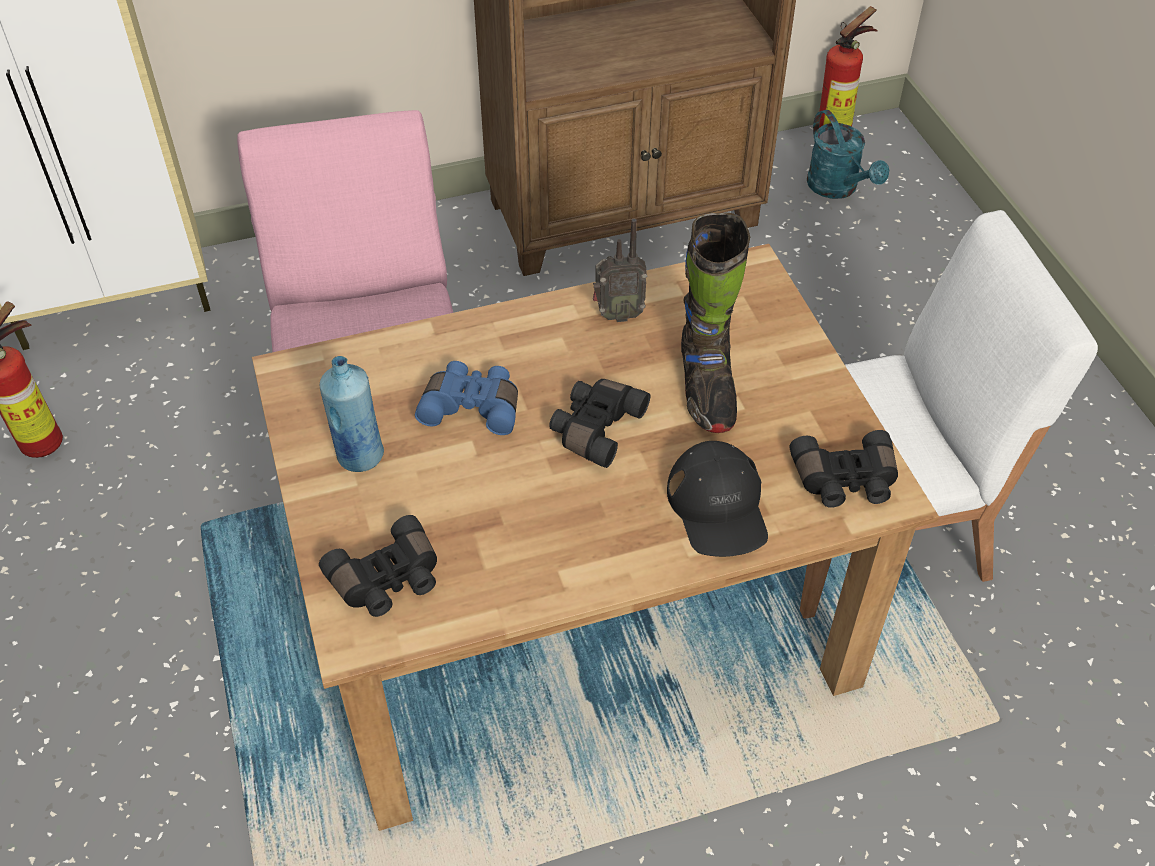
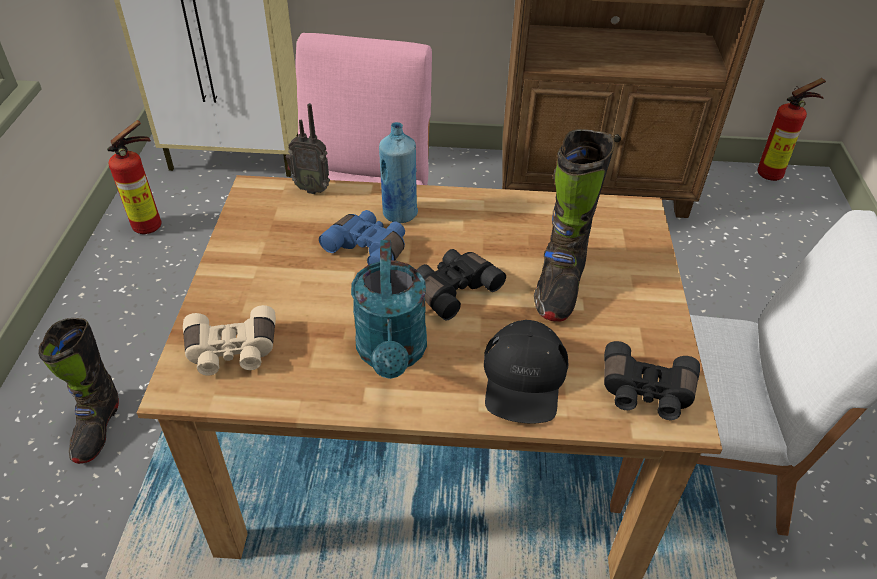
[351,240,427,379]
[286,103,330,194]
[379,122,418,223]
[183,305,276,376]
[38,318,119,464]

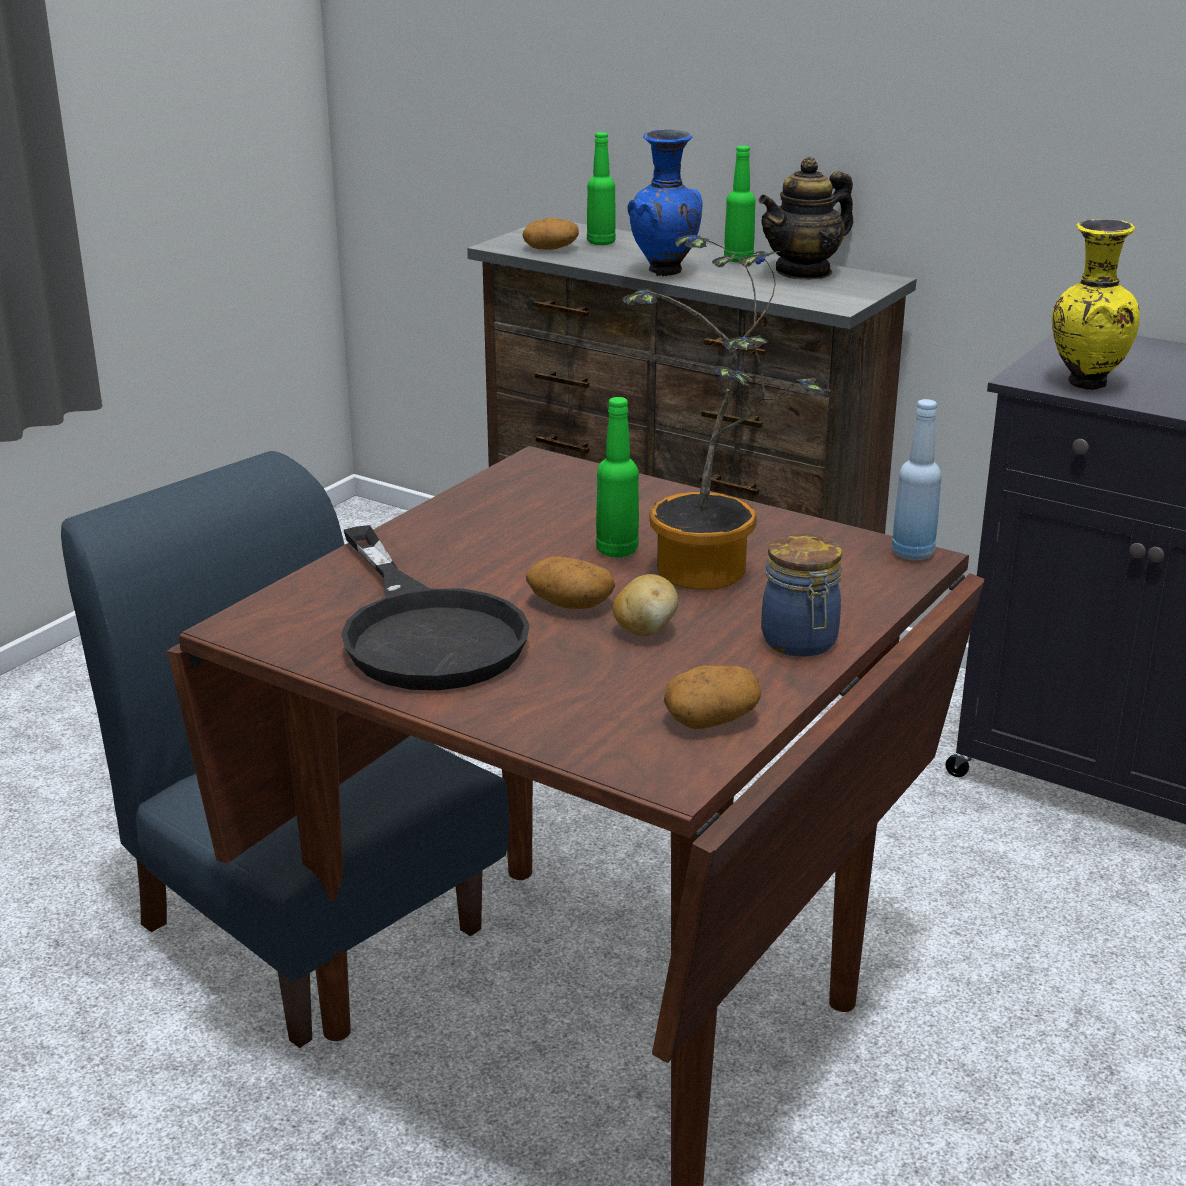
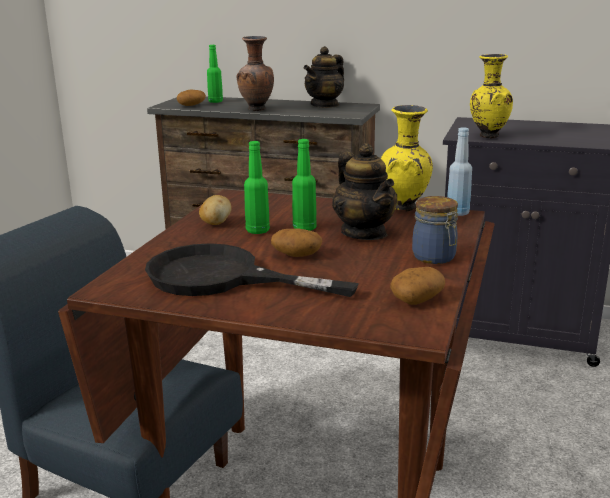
[237,36,274,111]
[244,141,270,234]
[332,143,397,240]
[145,243,359,297]
[199,195,232,225]
[381,105,433,212]

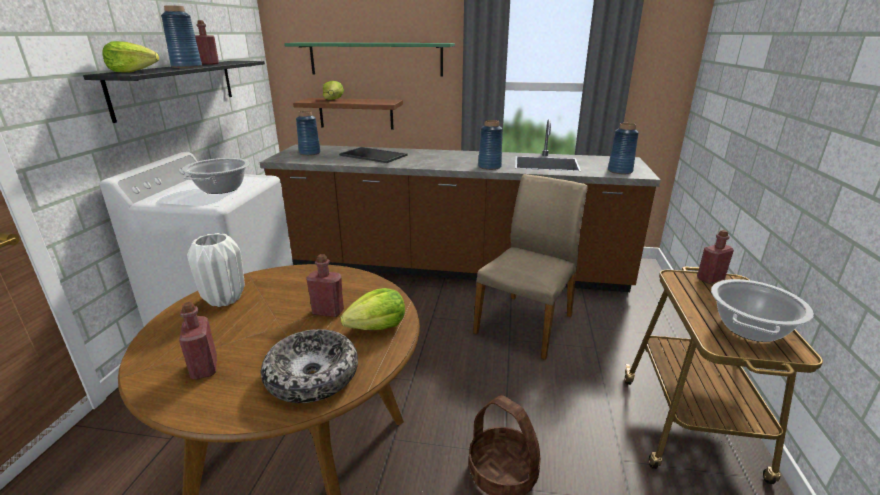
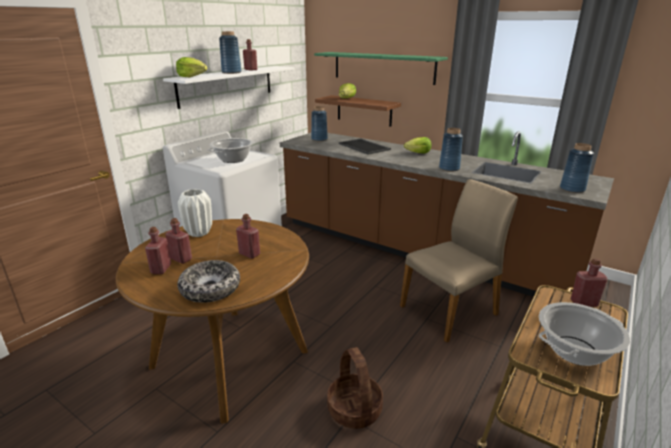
[163,66,295,109]
[404,137,431,154]
[165,218,192,264]

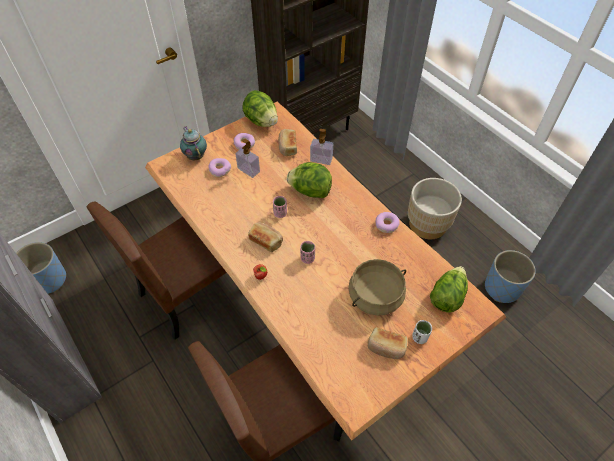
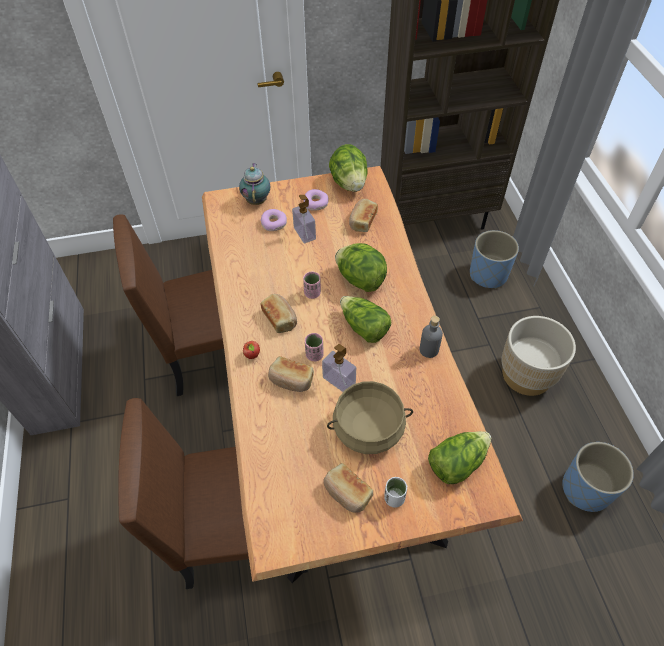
[322,344,356,392]
[419,316,443,358]
[470,230,519,289]
[340,296,391,343]
[268,356,314,392]

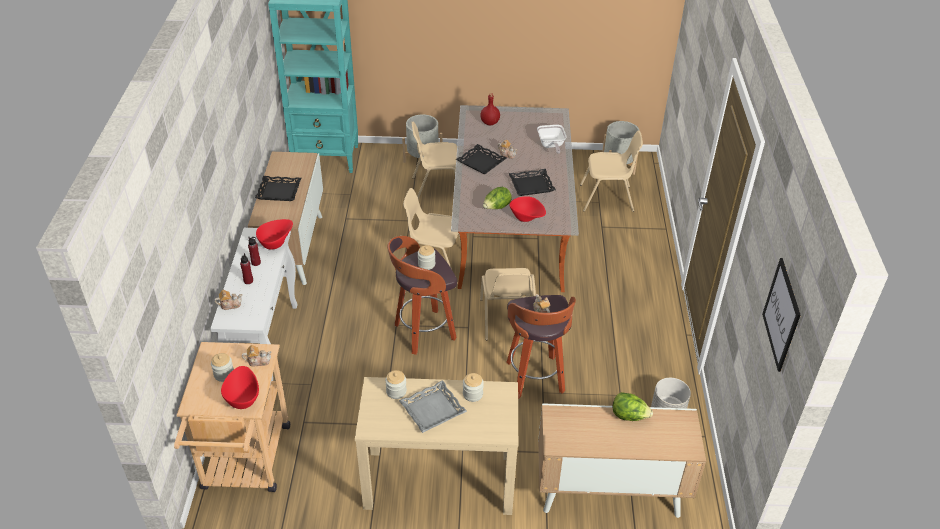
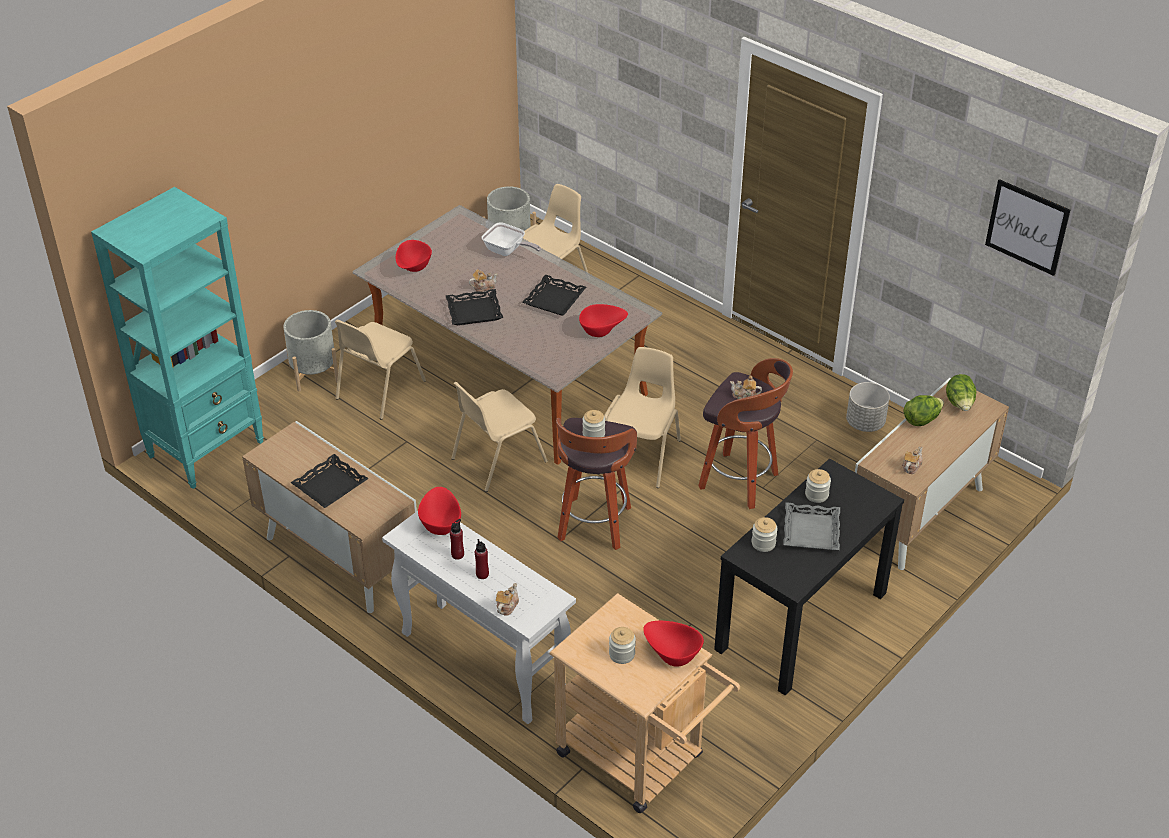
[396,240,432,272]
[946,374,976,411]
[604,347,681,488]
[902,446,923,474]
[714,458,904,695]

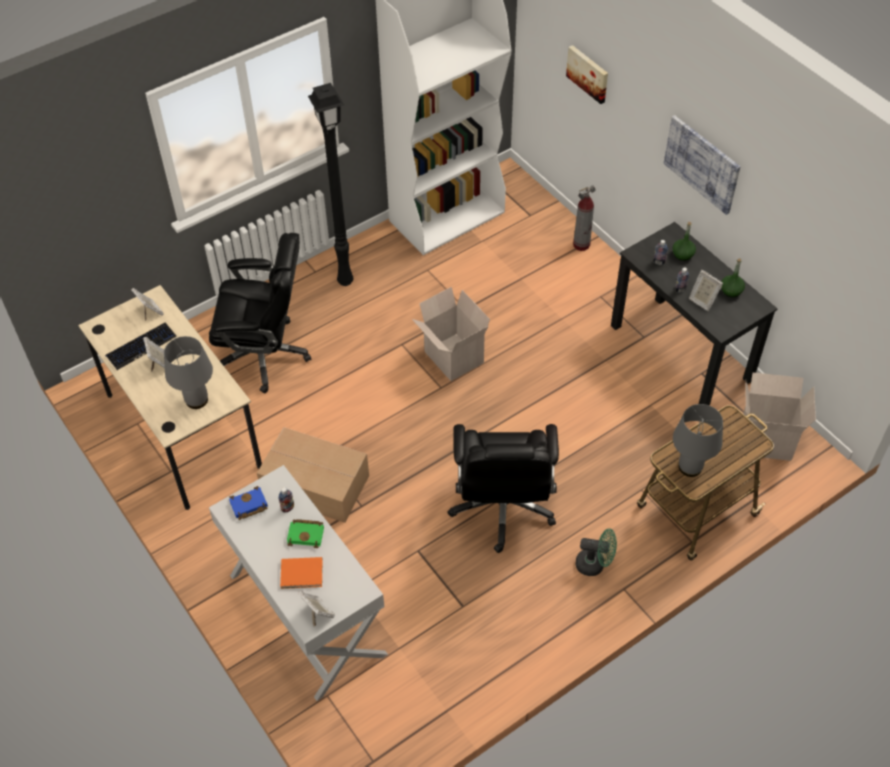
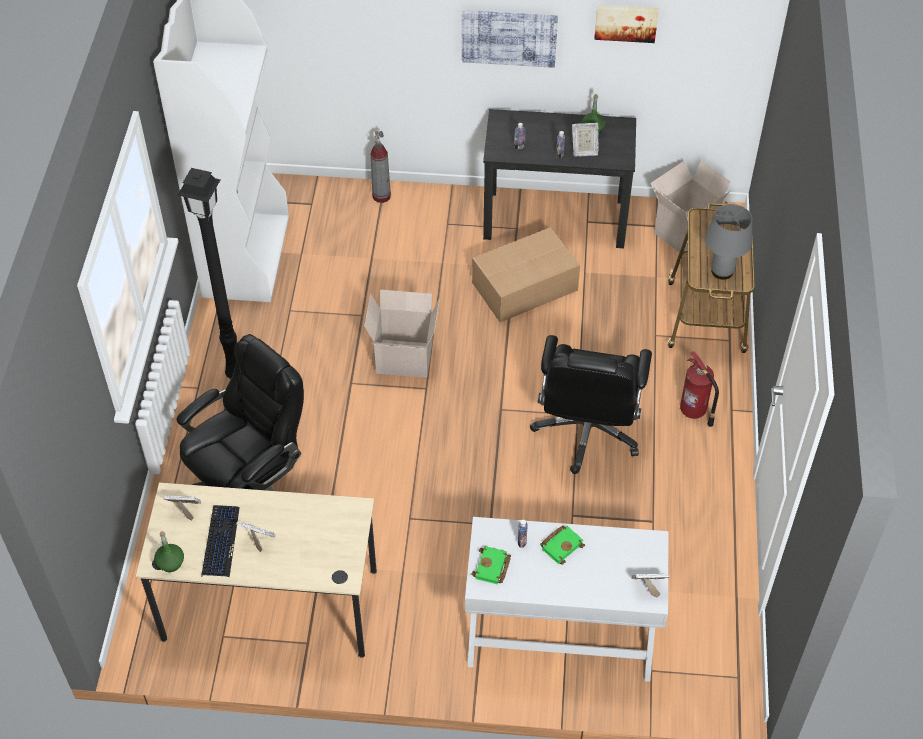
[594,5,659,43]
[154,531,184,572]
[164,336,213,409] (first image)
[530,335,652,474]
[472,227,580,322]
[471,546,511,584]
[680,351,719,427]
[280,557,323,589] (first image)

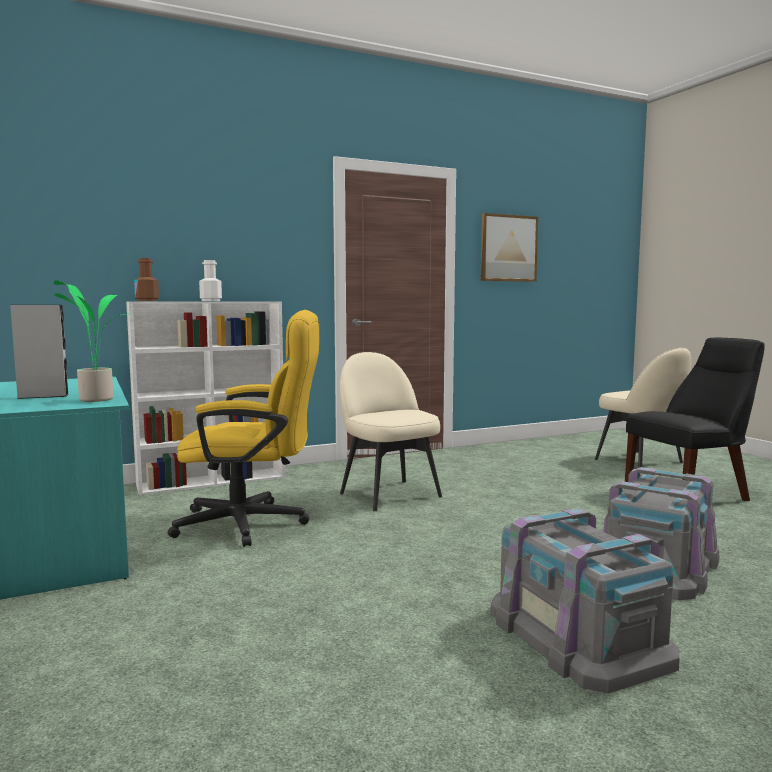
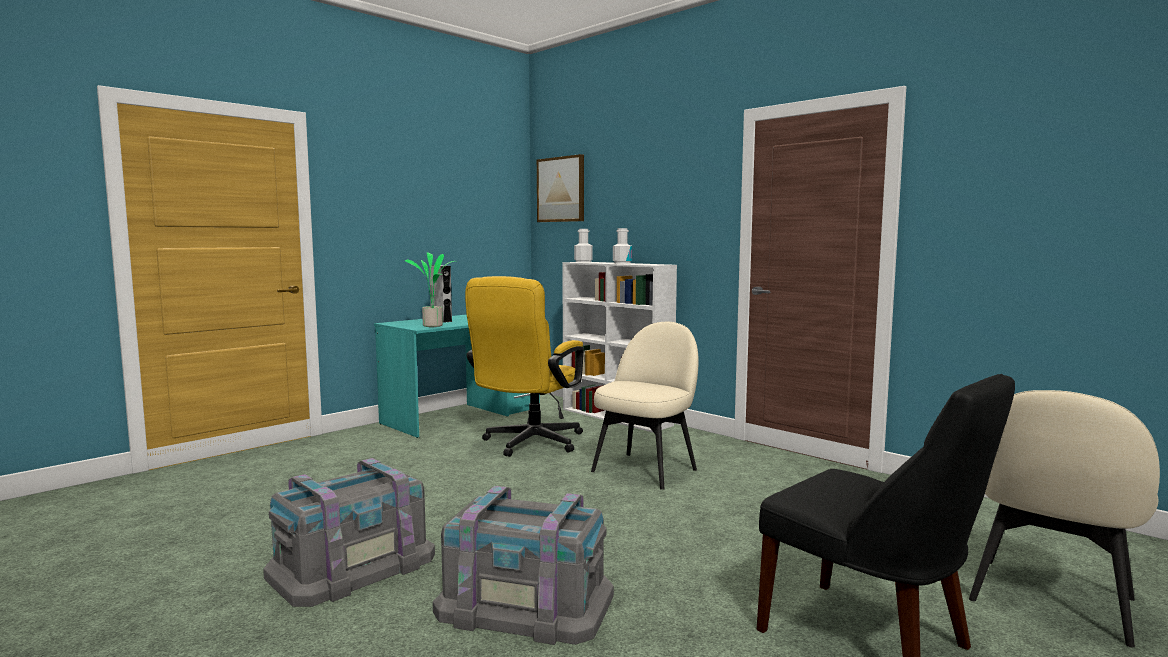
[537,154,584,222]
[574,229,593,262]
[465,276,584,457]

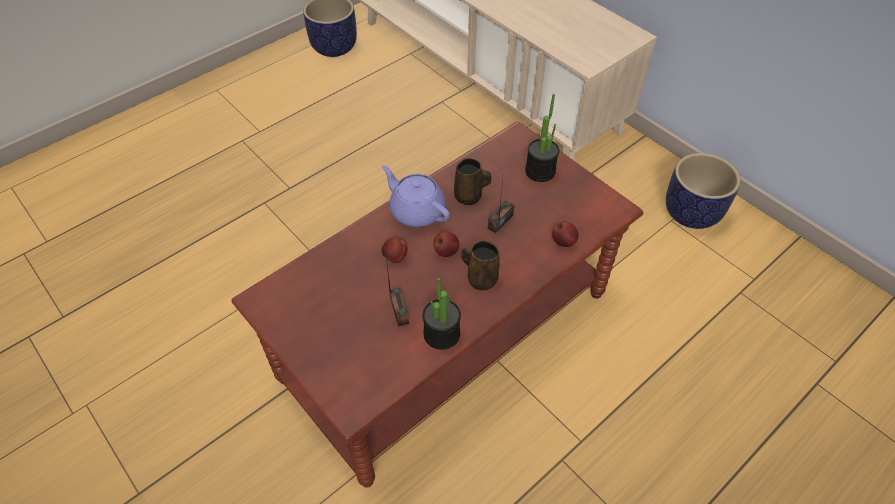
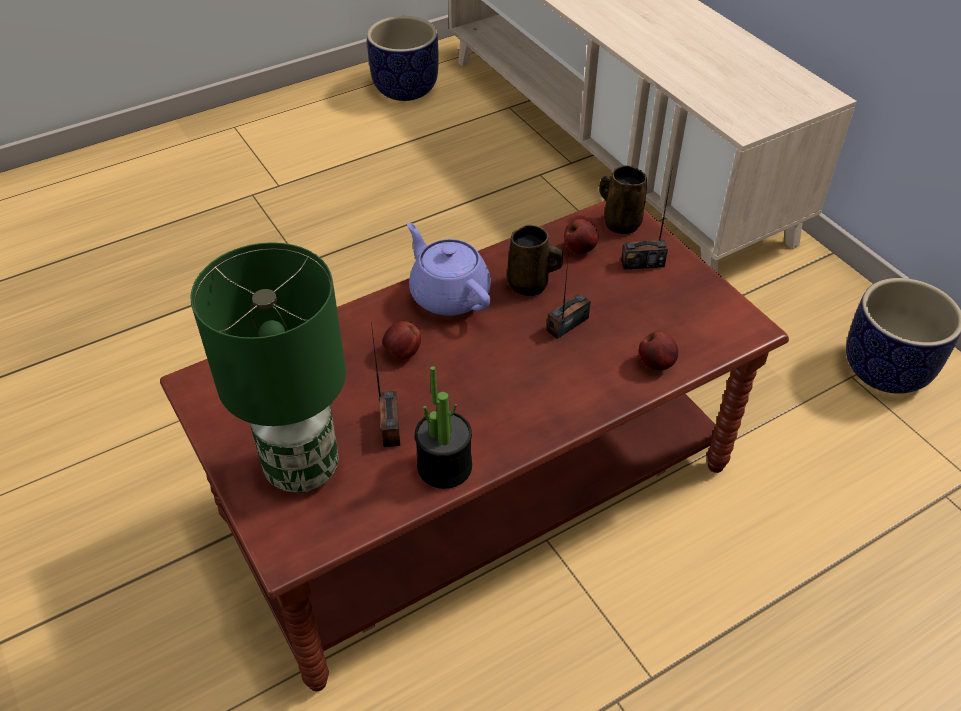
[621,167,673,270]
[564,219,599,254]
[599,165,647,234]
[190,242,346,493]

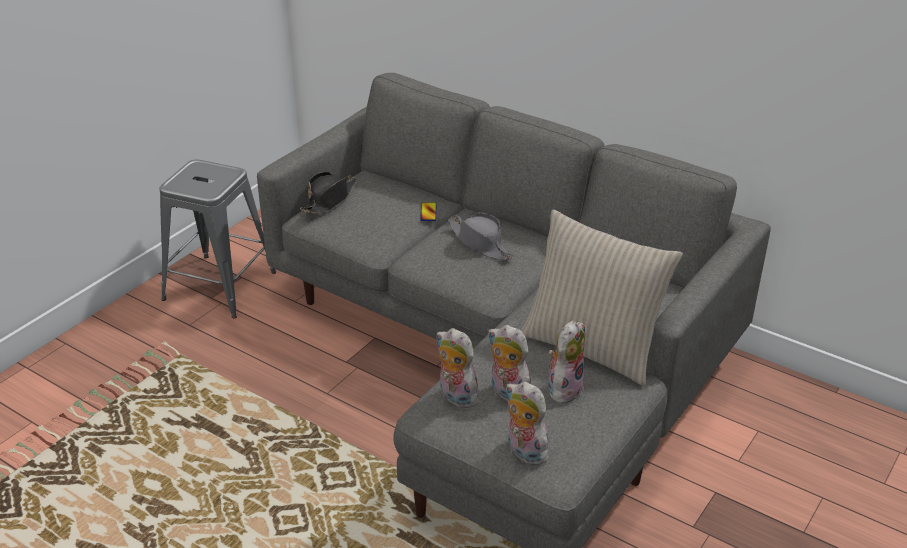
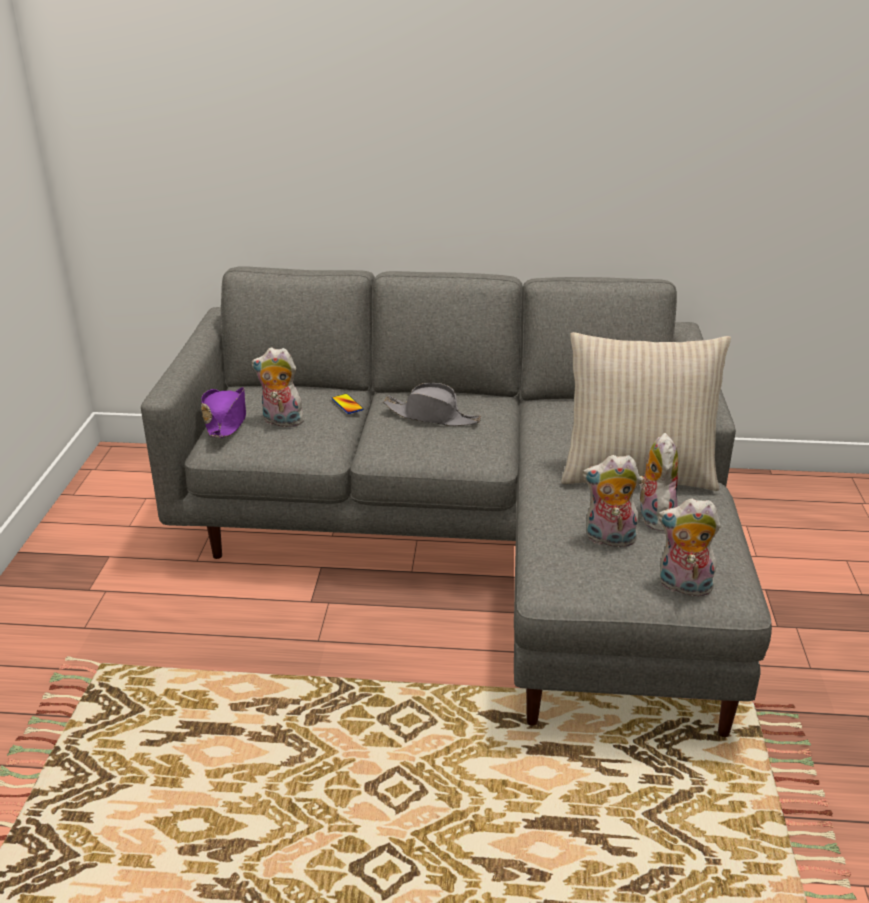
[159,160,276,318] (first image)
[201,387,246,438]
[252,347,304,427]

